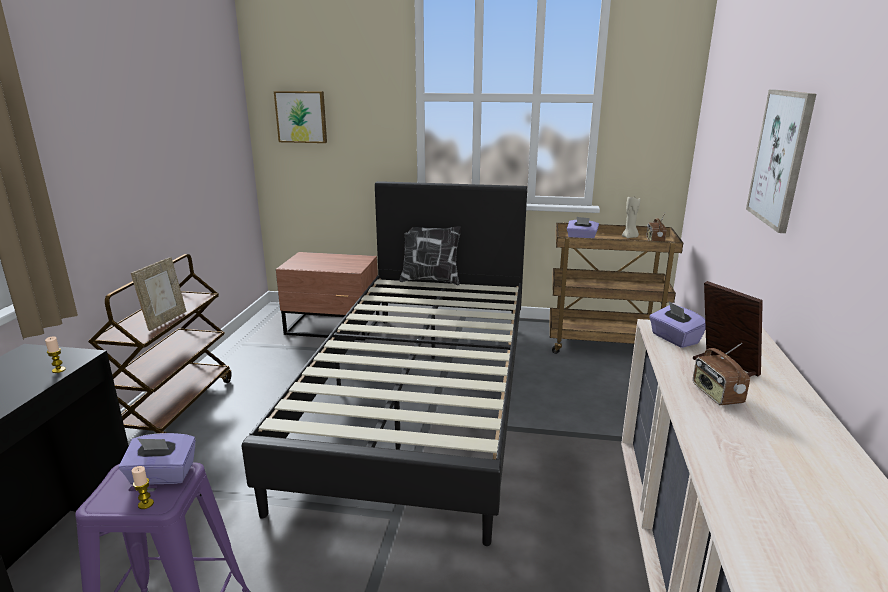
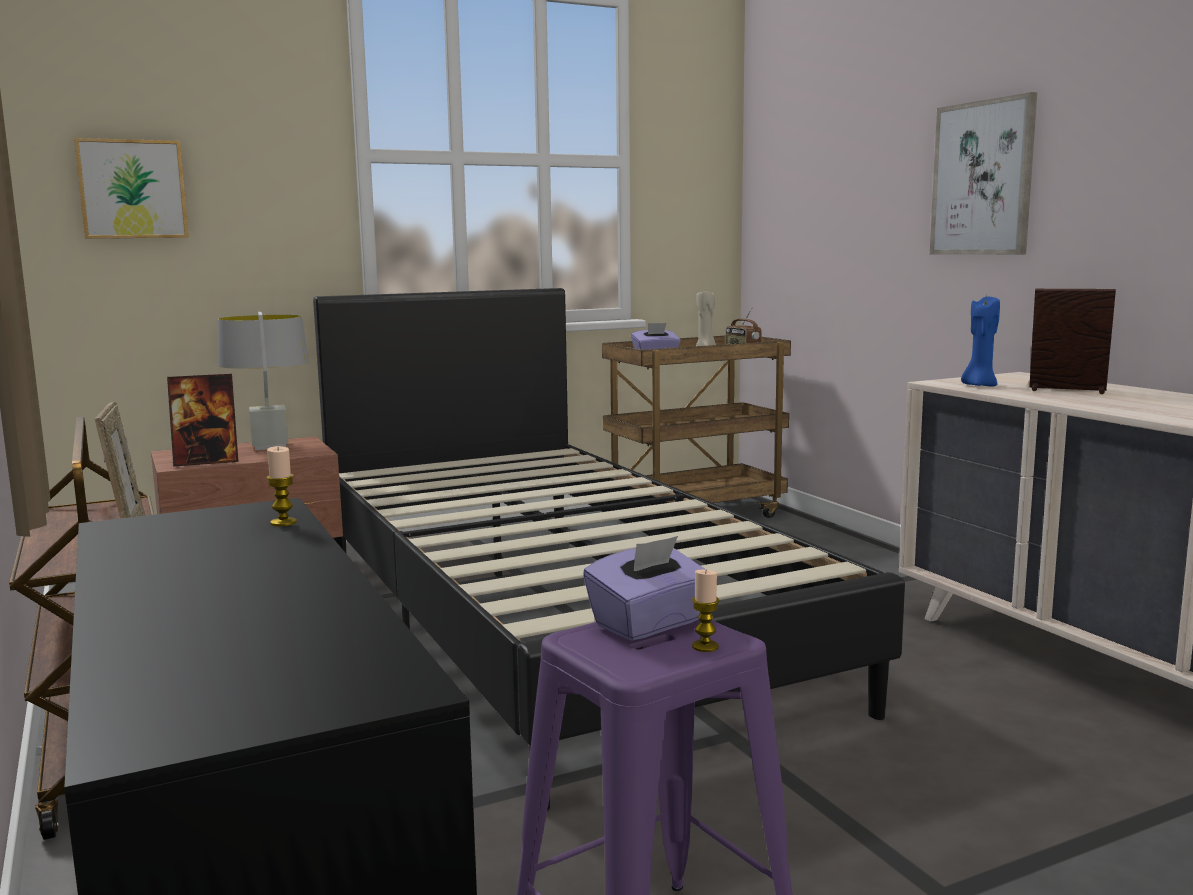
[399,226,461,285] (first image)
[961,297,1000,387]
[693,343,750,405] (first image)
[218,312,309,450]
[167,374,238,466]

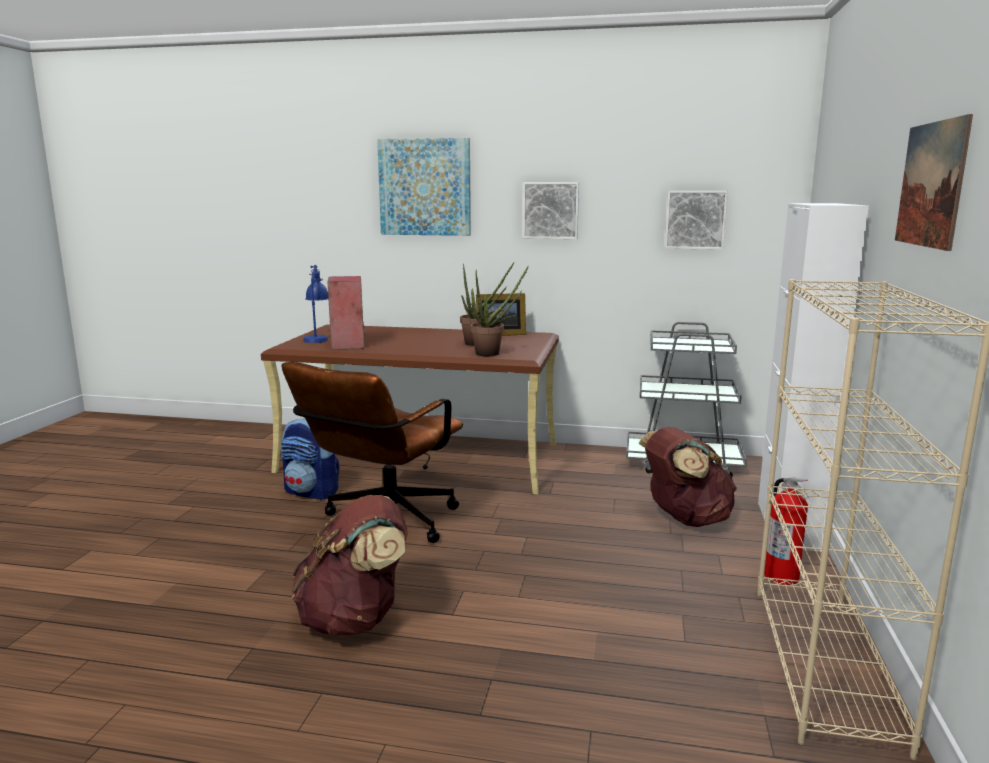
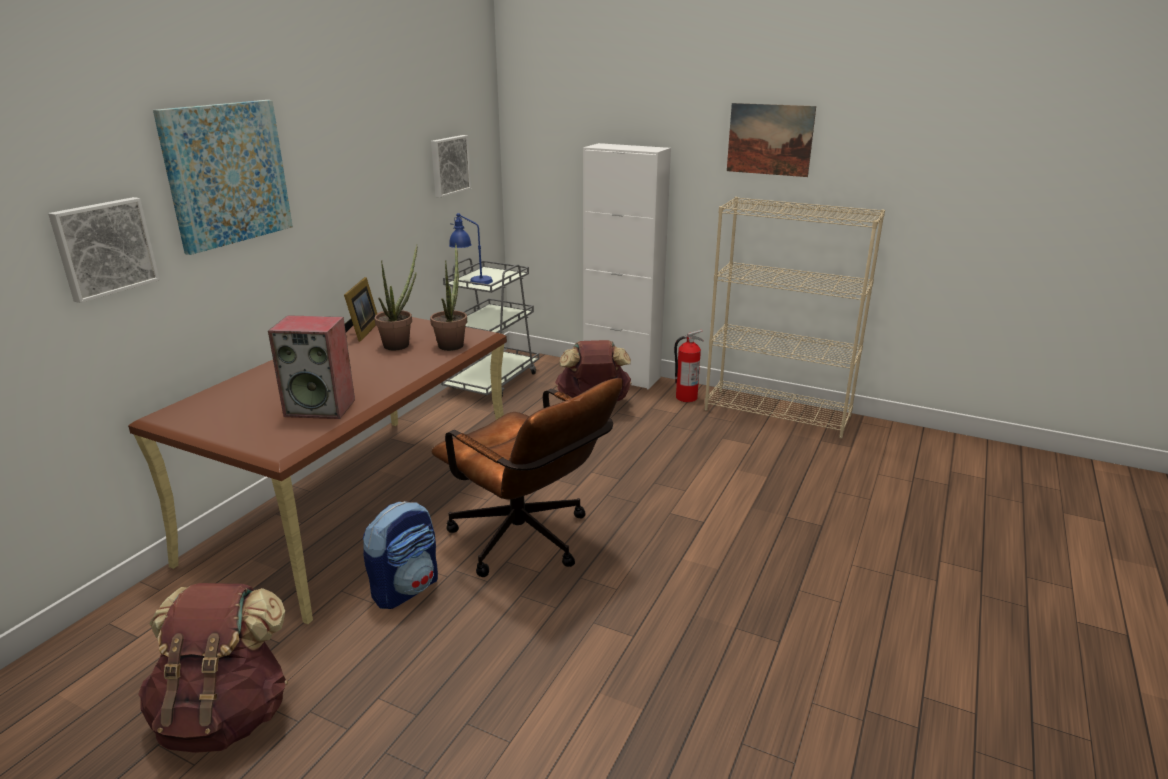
[48,197,160,303]
[449,213,493,285]
[138,583,288,753]

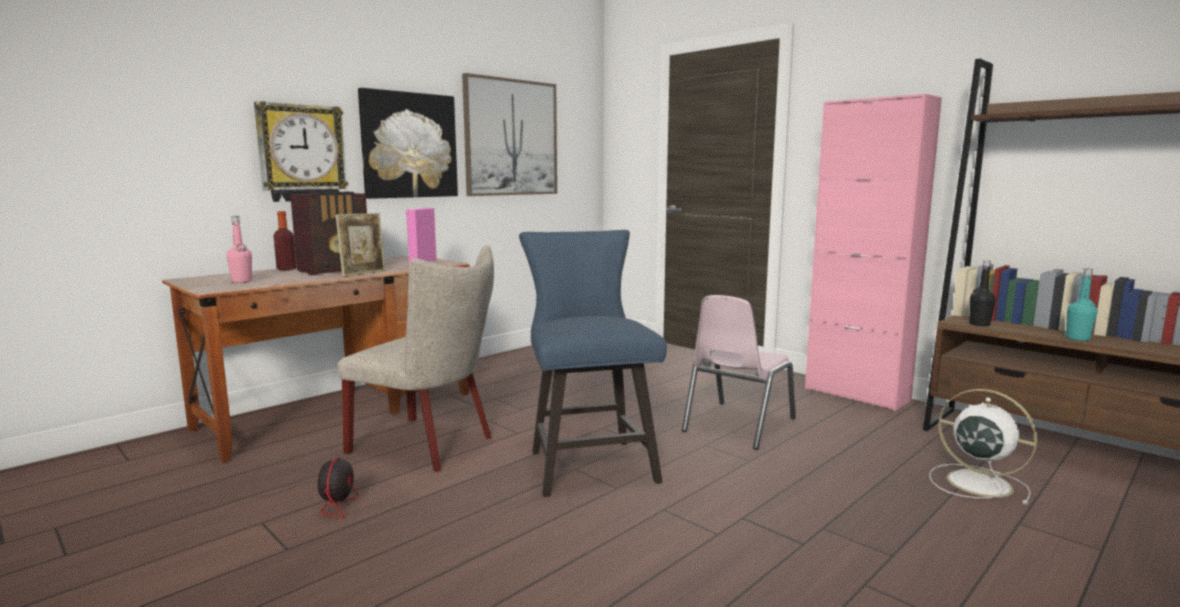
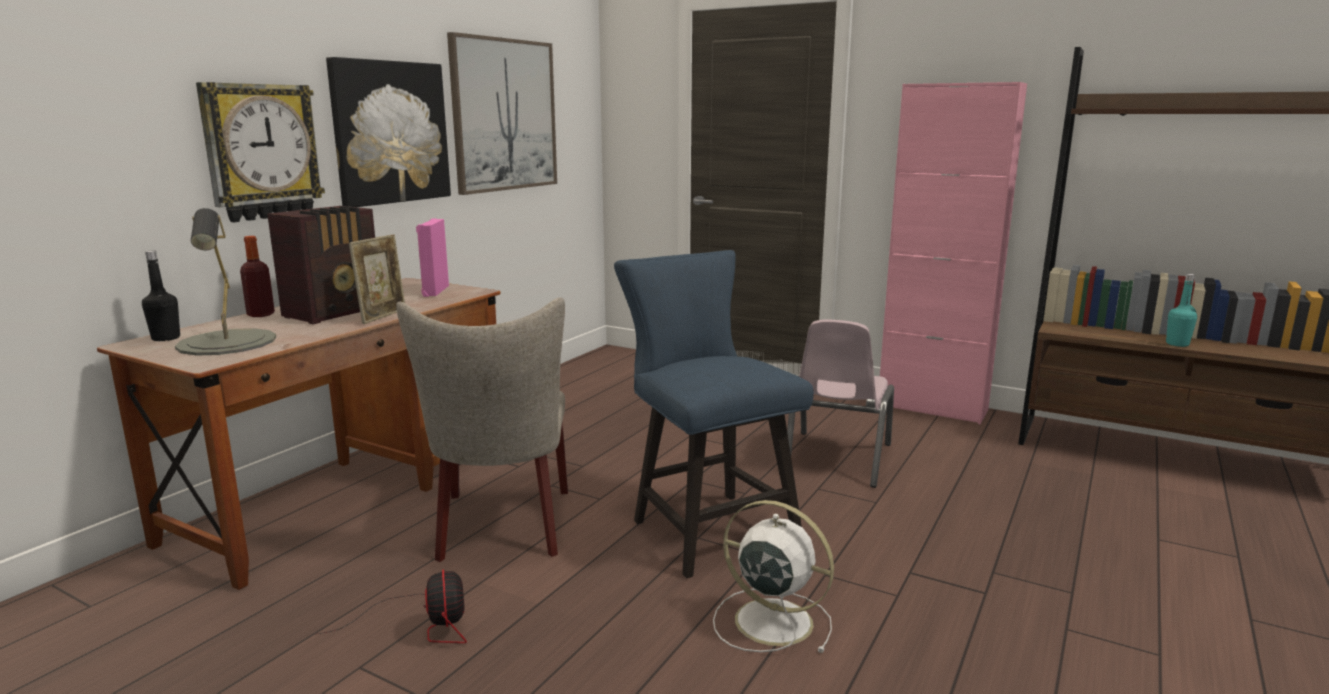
[175,208,276,356]
[396,297,568,562]
[142,251,180,341]
[713,500,834,653]

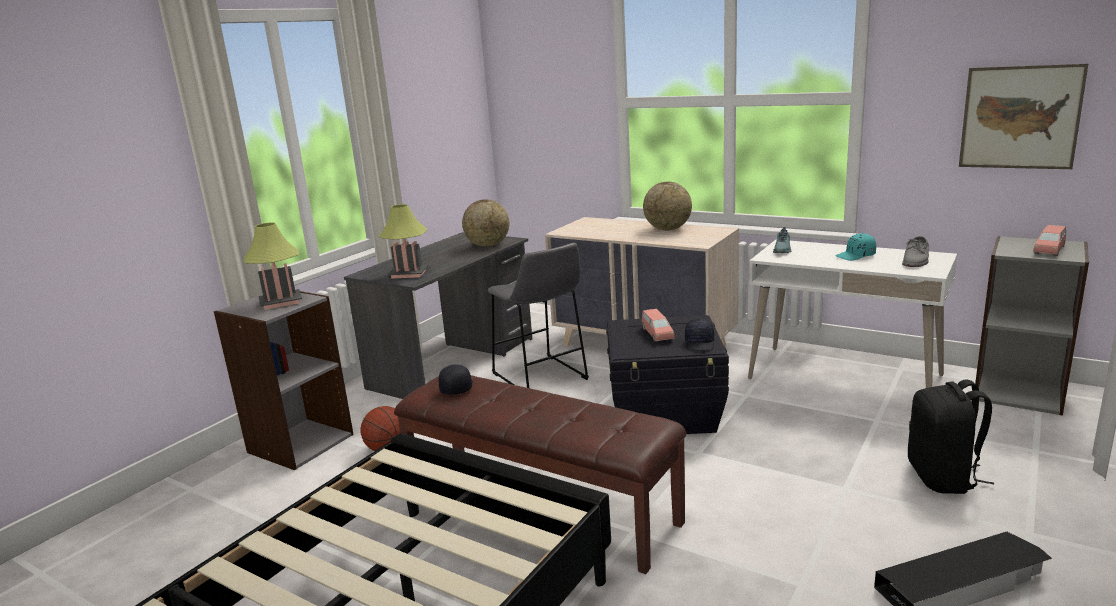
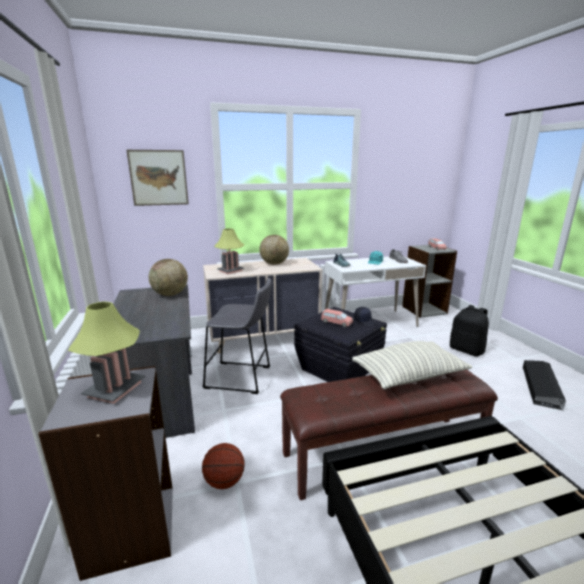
[127,150,189,206]
[214,228,244,274]
[438,364,473,394] (first image)
[352,341,472,389]

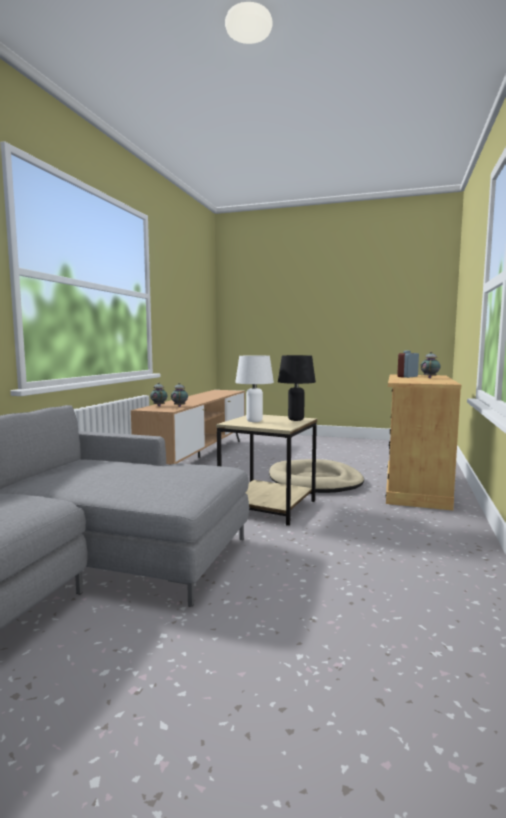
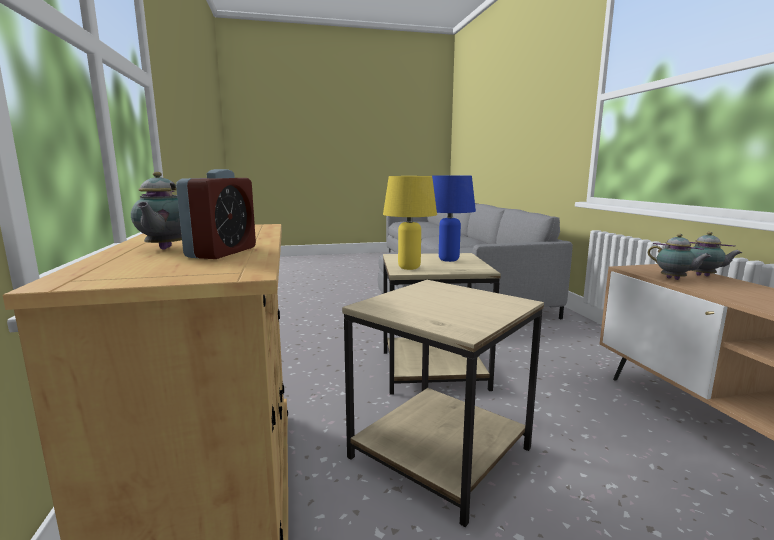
[383,176,437,270]
[432,175,476,262]
[342,280,544,527]

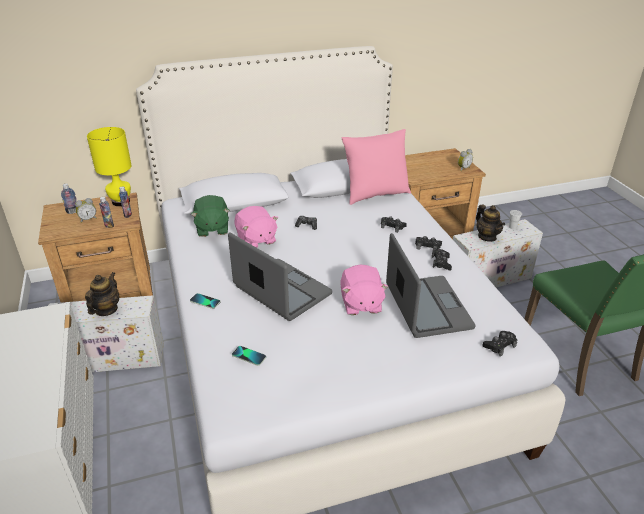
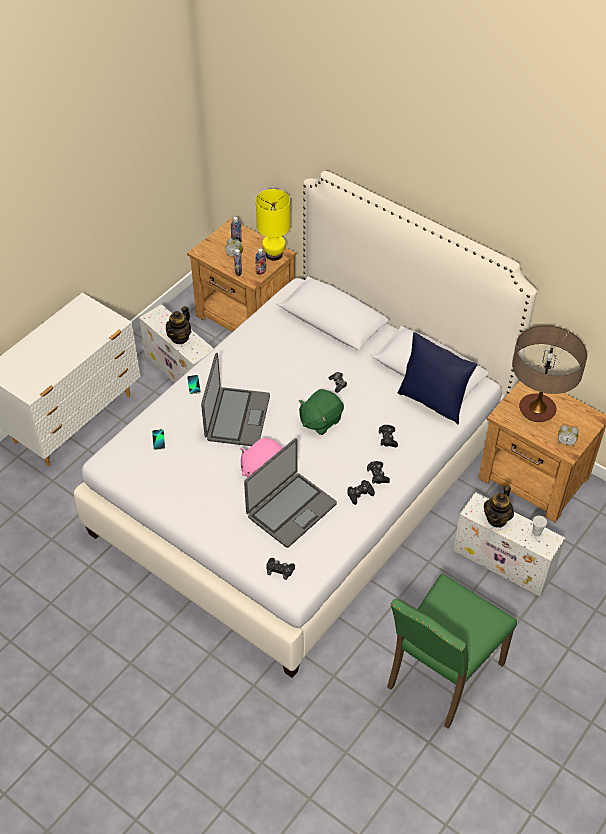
[398,332,477,424]
[299,389,344,435]
[235,206,278,248] (first image)
[166,306,191,344]
[512,325,587,422]

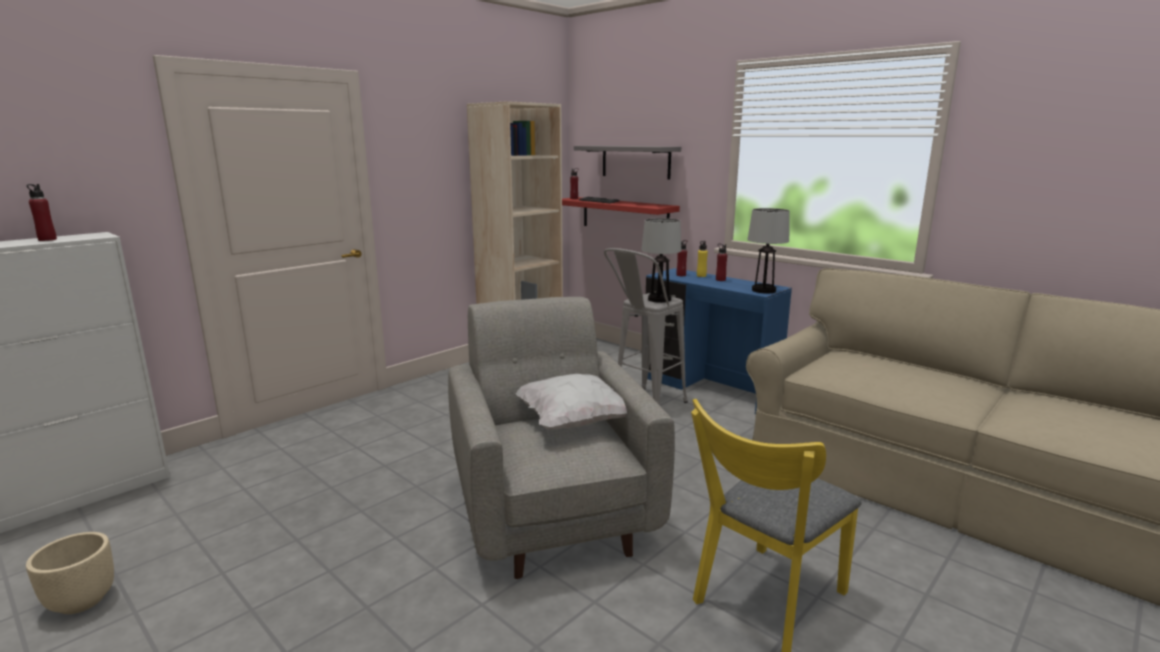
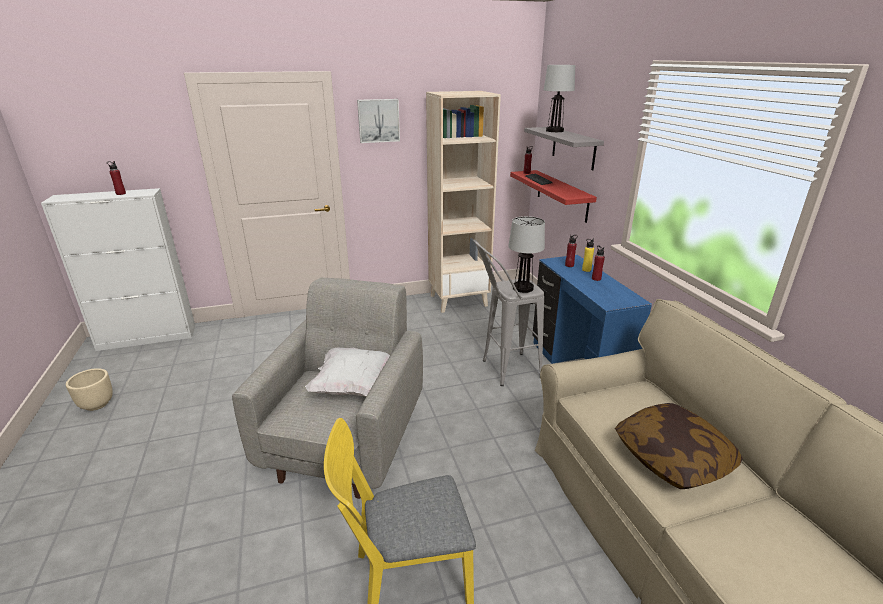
[544,65,575,132]
[357,99,400,143]
[615,403,743,489]

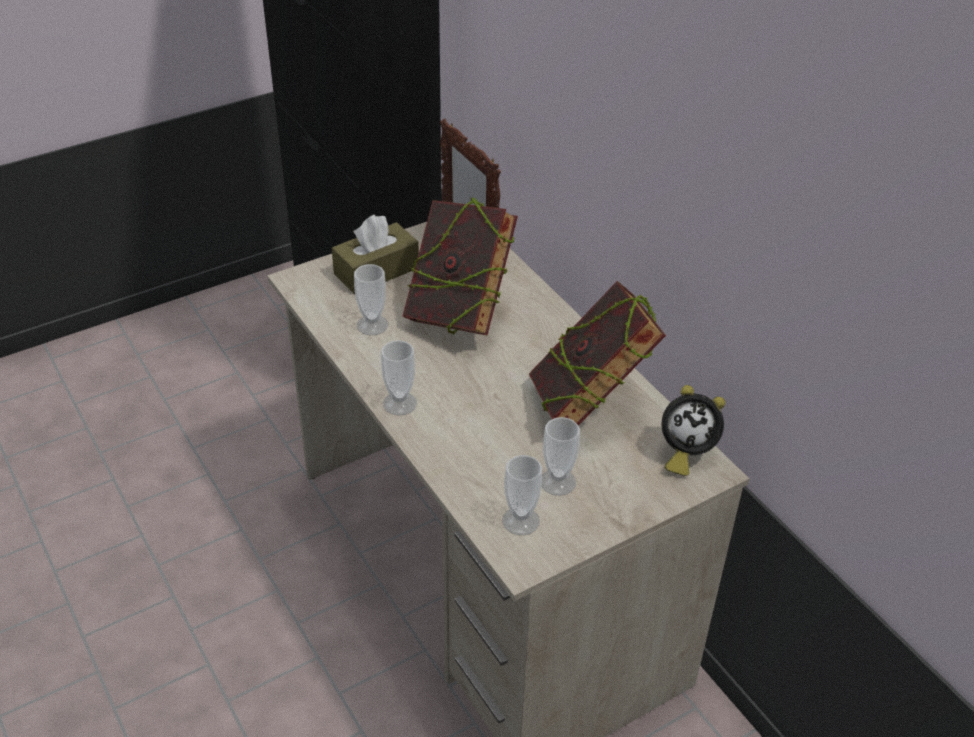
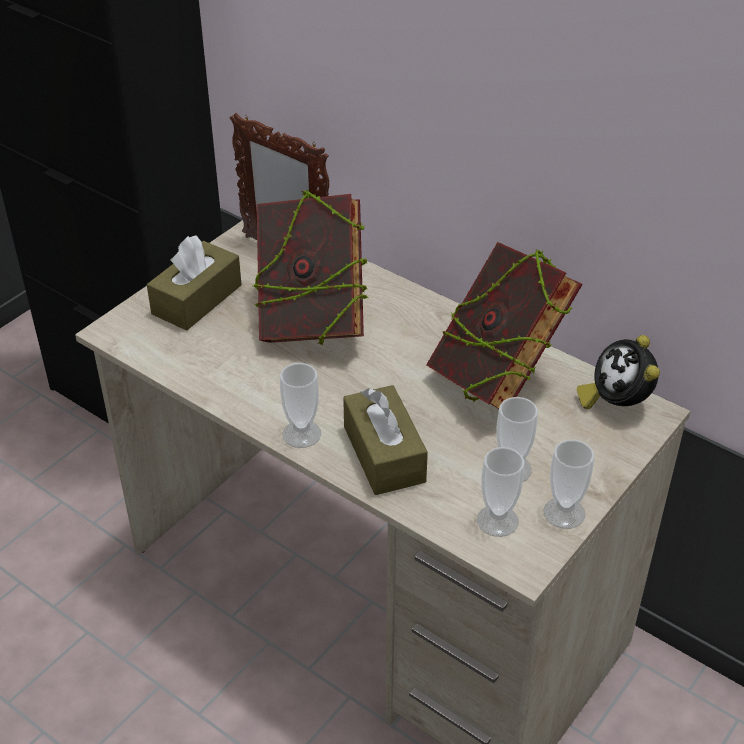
[544,440,595,529]
[577,335,660,409]
[343,385,428,495]

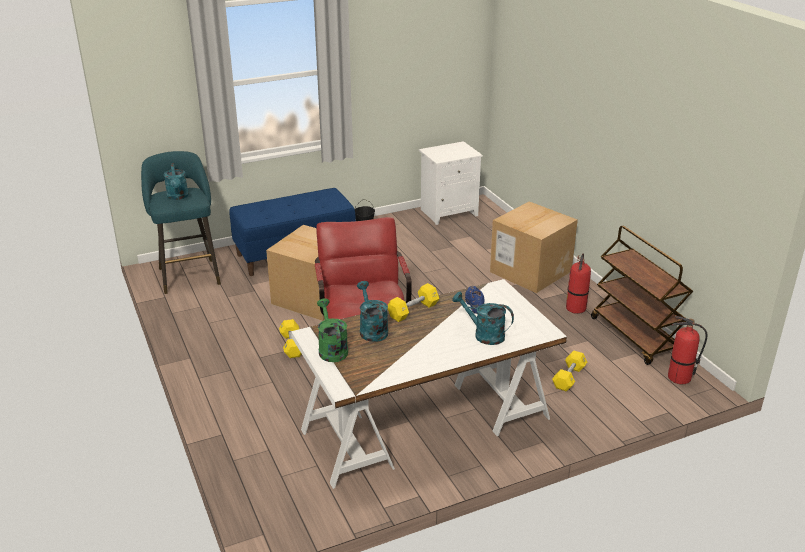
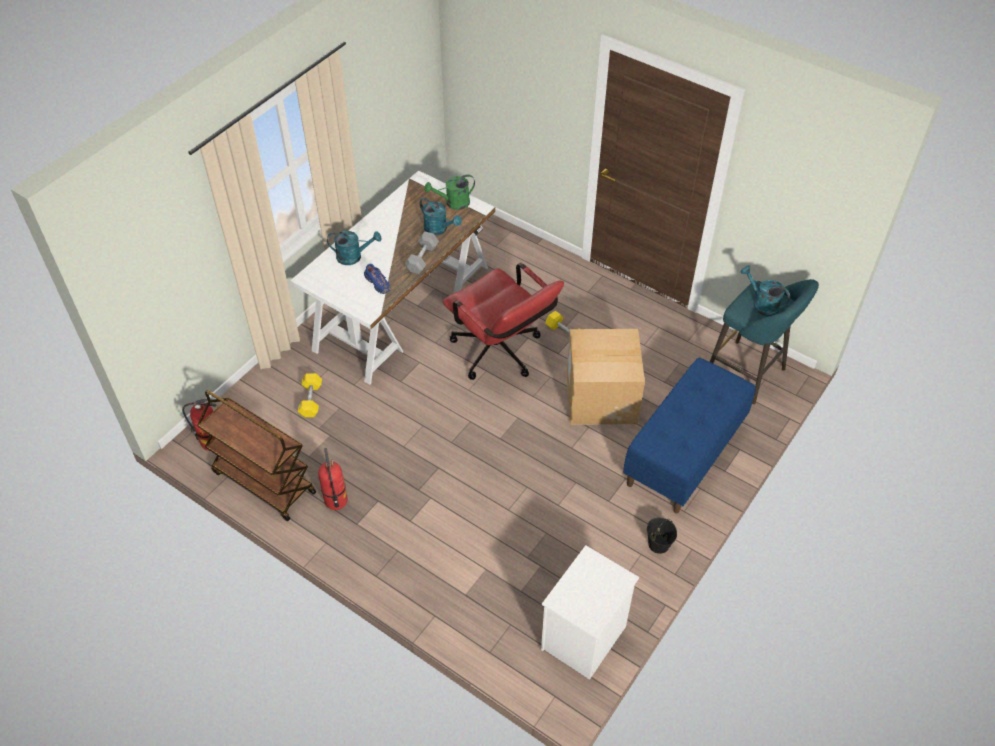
[490,201,578,293] (first image)
[404,232,439,274]
[424,175,475,210]

